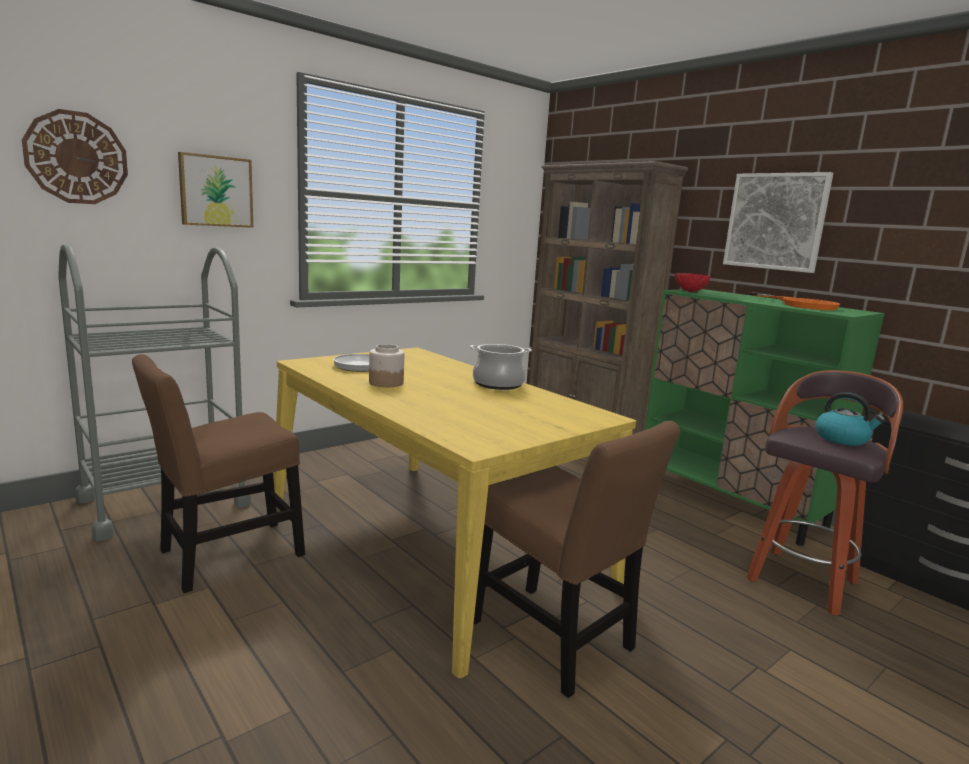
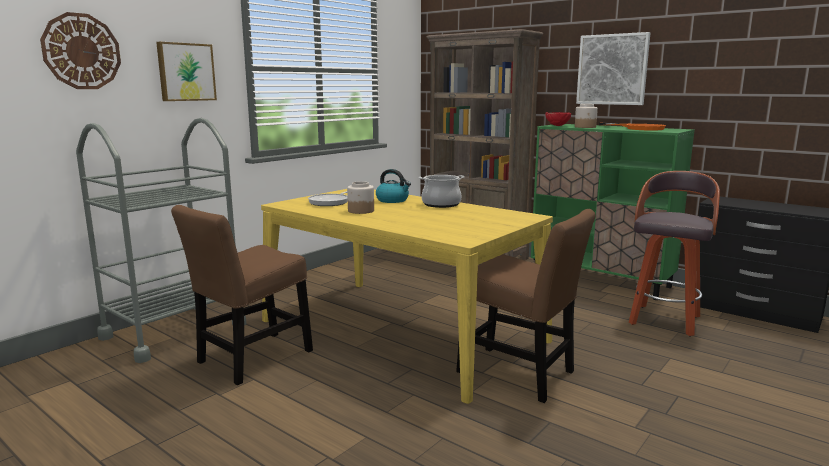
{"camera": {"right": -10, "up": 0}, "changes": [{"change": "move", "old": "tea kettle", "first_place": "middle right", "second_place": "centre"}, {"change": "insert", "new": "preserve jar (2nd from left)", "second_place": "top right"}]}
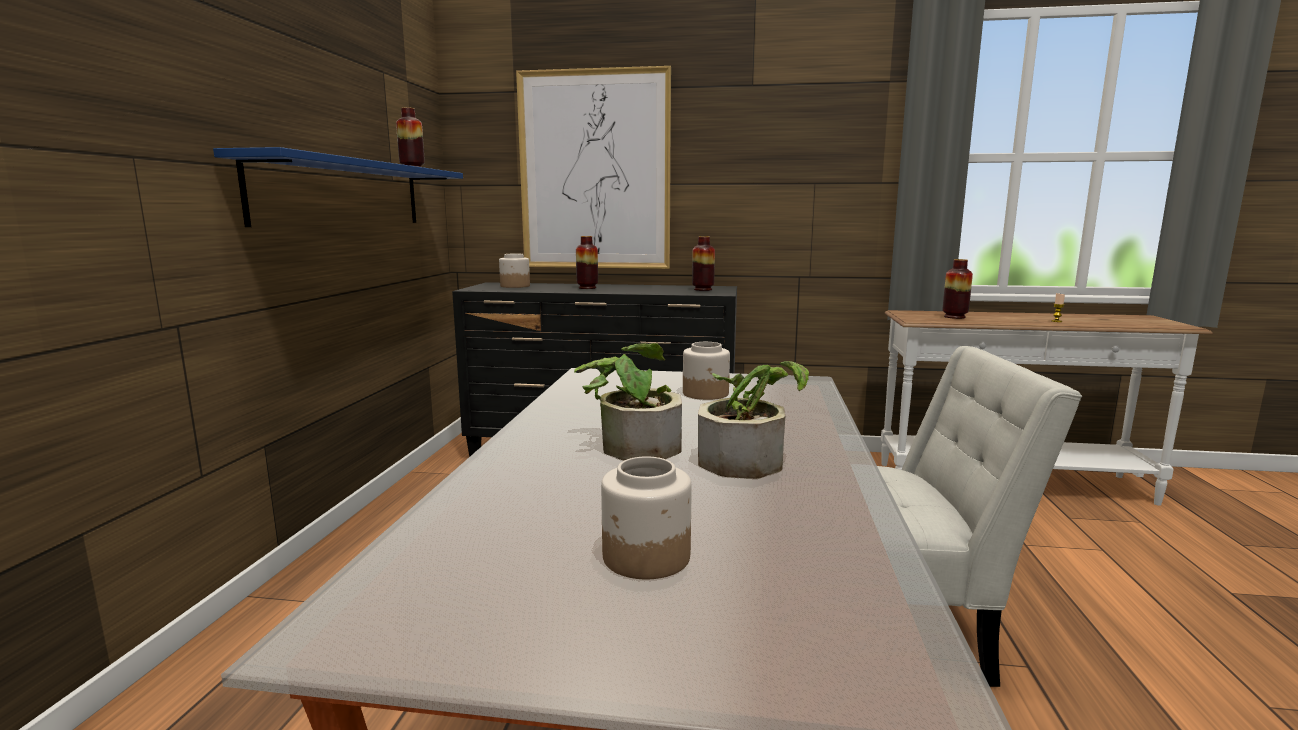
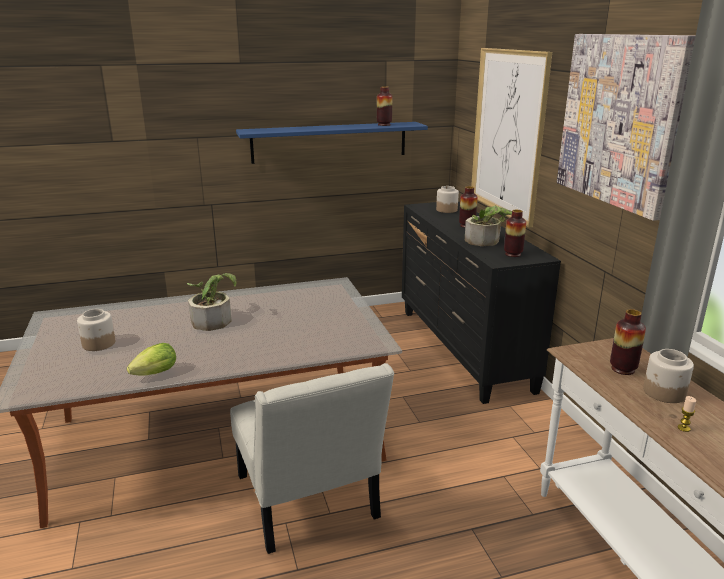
{"camera": {"right": 65, "up": 10}, "changes": [{"change": "move", "old": "preserve jar (3rd from left)", "first_place": "centre", "second_place": "middle right"}, {"change": "move", "old": "plant in a pot (2nd from left)", "first_place": "centre", "second_place": "middle right"}, {"change": "insert", "new": "head of lettuce", "second_place": "middle left"}, {"change": "insert", "new": "picture (2nd from left)", "second_place": "top right"}]}
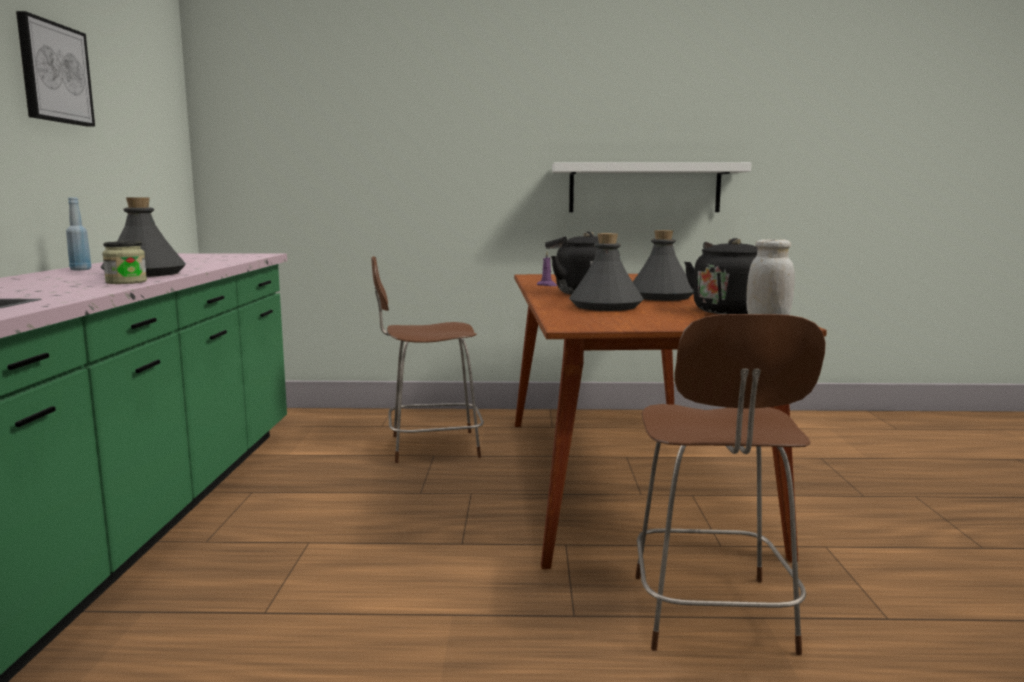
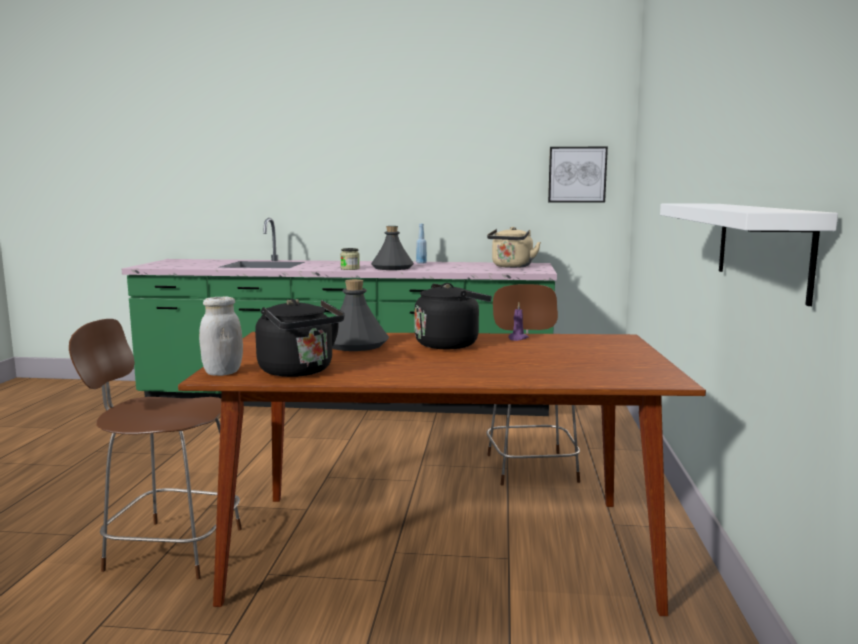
{"camera": {"right": 95, "up": 0}, "changes": [{"change": "move", "old": "picture", "first_place": "top left", "second_place": "top right"}, {"change": "delete", "old": "drink bottle (gray) (3rd from left)", "first_place": "centre"}, {"change": "insert", "new": "tea kettle (beige-coloured)", "second_place": "centre"}]}
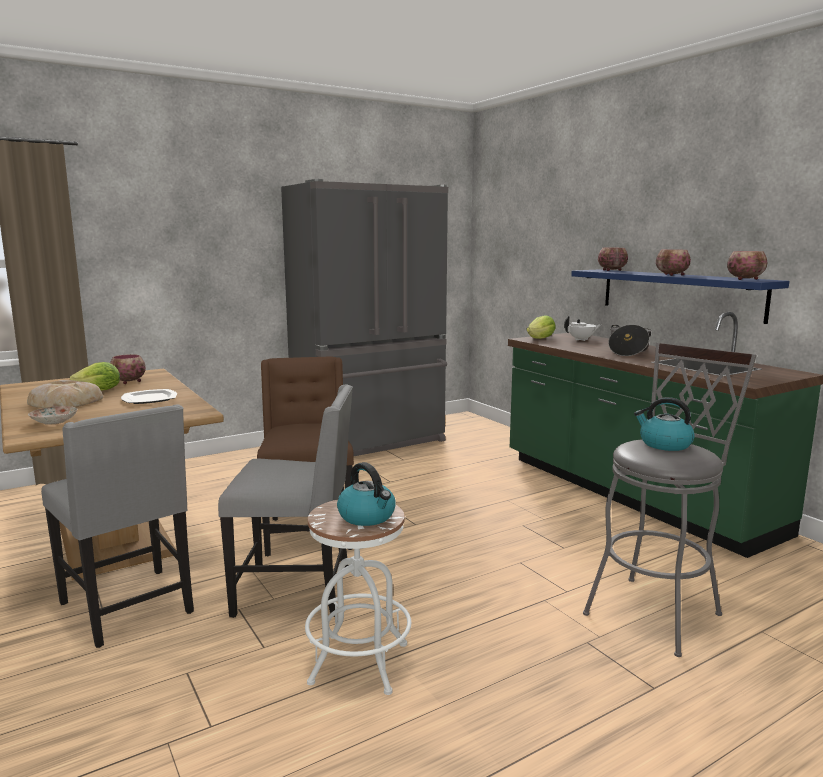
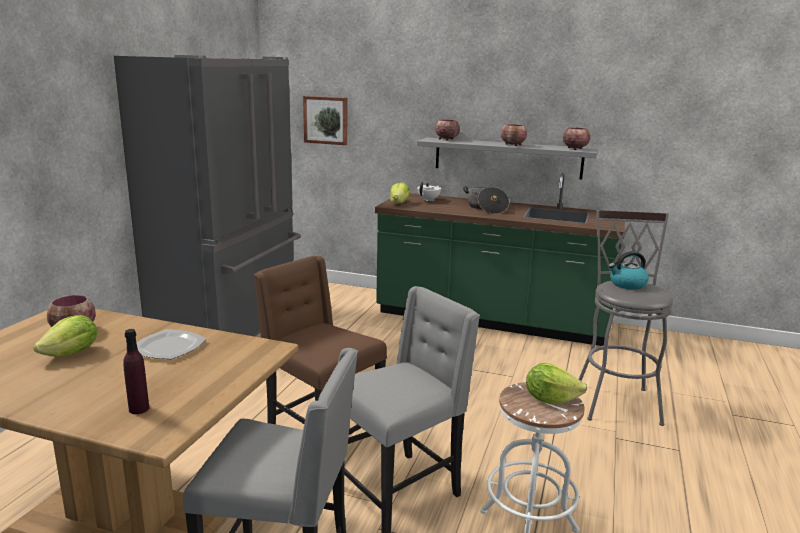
{"camera": {"right": -40, "up": 5}, "changes": [{"change": "delete", "old": "baked bread", "first_place": "middle left"}, {"change": "replace", "old": "dinner plate (1st from left)", "new": "drink bottle (purple-coloured)", "first_place": "middle left", "second_place": "bottom left"}, {"change": "replace", "old": "tea kettle (1st from left)", "new": "head of lettuce (3rd from left)", "first_place": "centre", "second_place": "bottom right"}, {"change": "recolor", "old": "wall shelf (blue)", "new": "wall shelf (gray)", "first_place": "middle right", "second_place": "top centre"}, {"change": "insert", "new": "picture", "second_place": "top centre"}]}
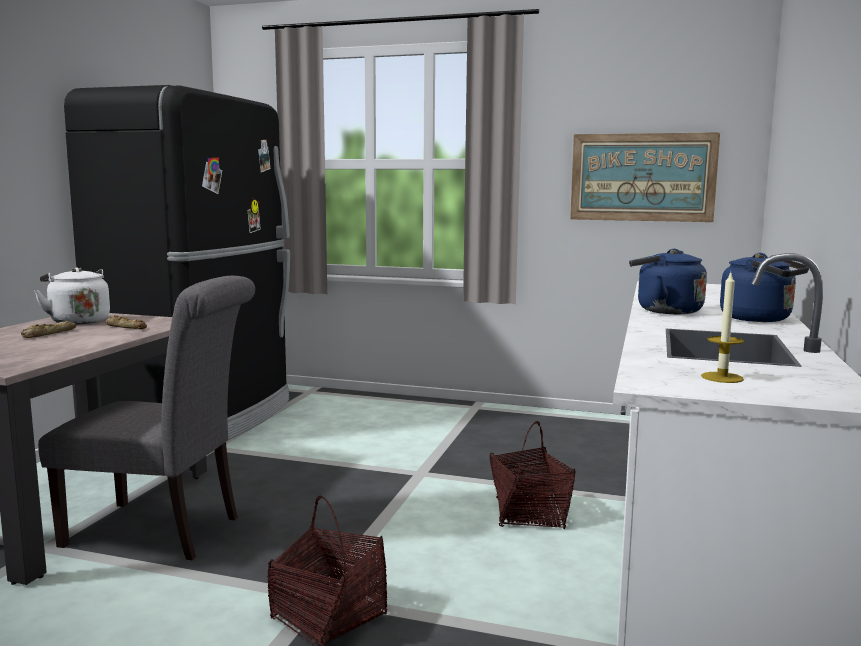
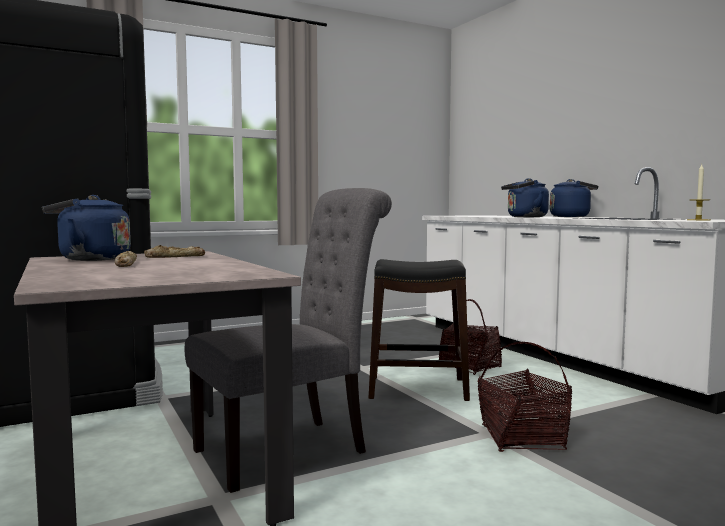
{"camera": {"right": -45, "up": -5}, "changes": [{"change": "recolor", "old": "tea kettle (whitish)", "new": "tea kettle (blue) (1st from left)", "first_place": "middle left", "second_place": "middle left"}, {"change": "delete", "old": "picture", "first_place": "top right"}, {"change": "insert", "new": "stool seat (blackish)", "second_place": "centre"}]}
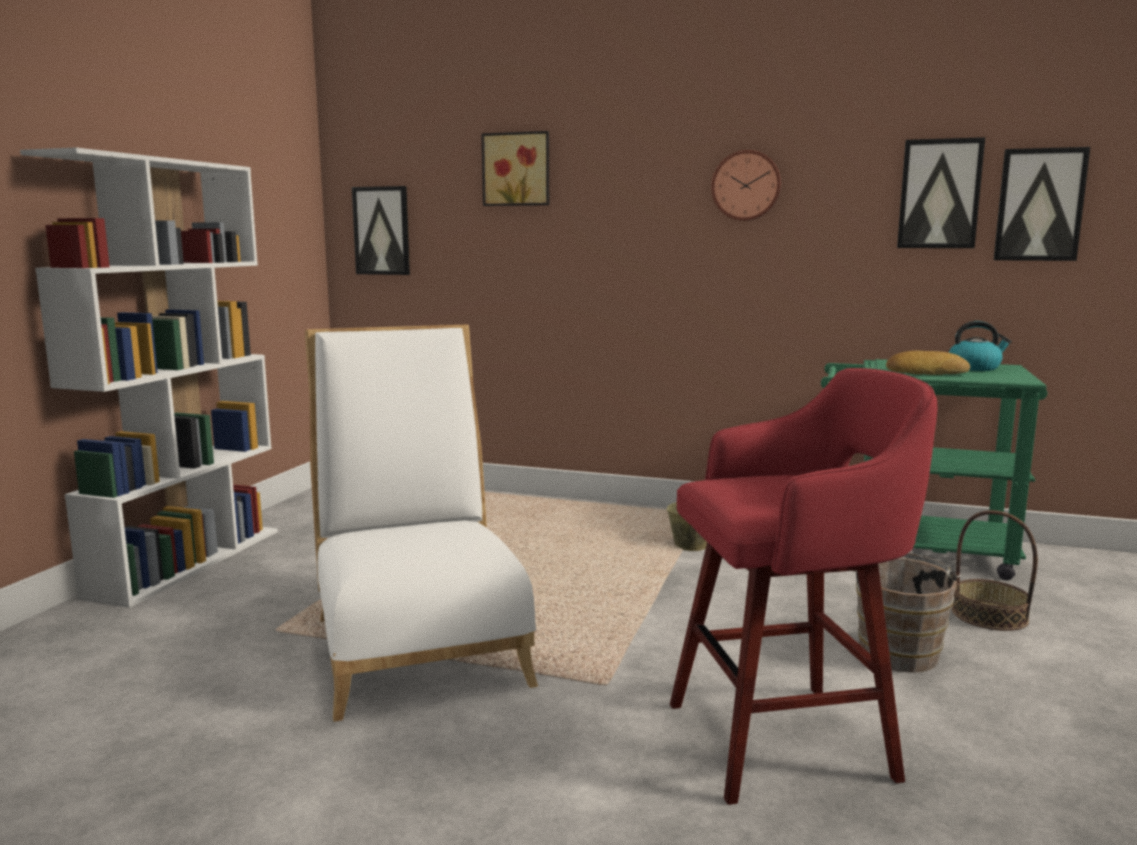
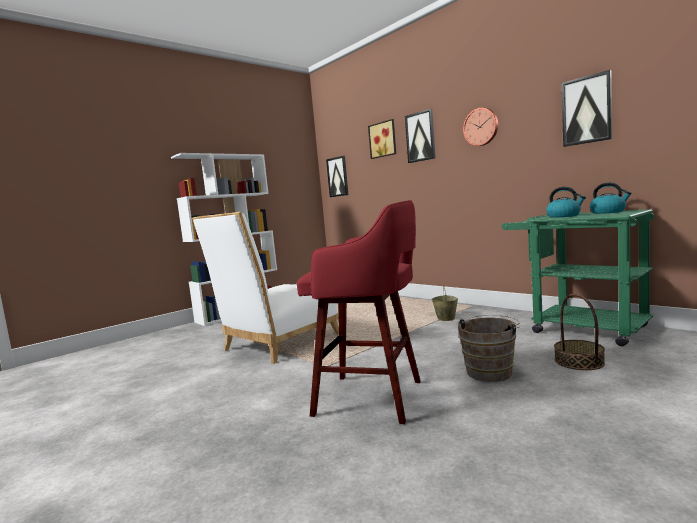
{"camera": {"right": 30, "up": -5}, "changes": [{"change": "rotate", "old": "plain chair (whitish)", "first_place": "centre", "second_place": "centre", "degrees": -150}, {"change": "replace", "old": "baked bread", "new": "tea kettle (1st from left)", "first_place": "middle right", "second_place": "middle right"}, {"change": "move", "old": "picture (4th from left in the first image)", "new": "picture (3rd from left)", "first_place": "top right", "second_place": "top centre"}]}
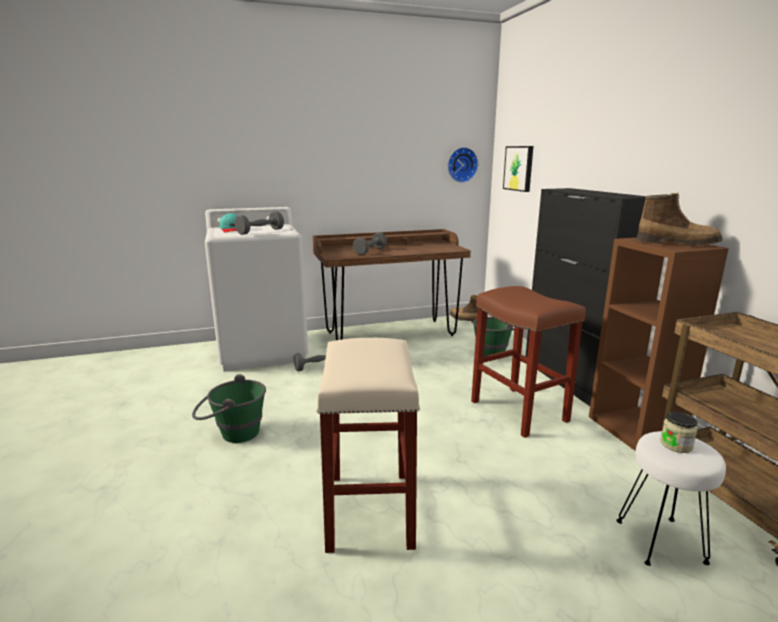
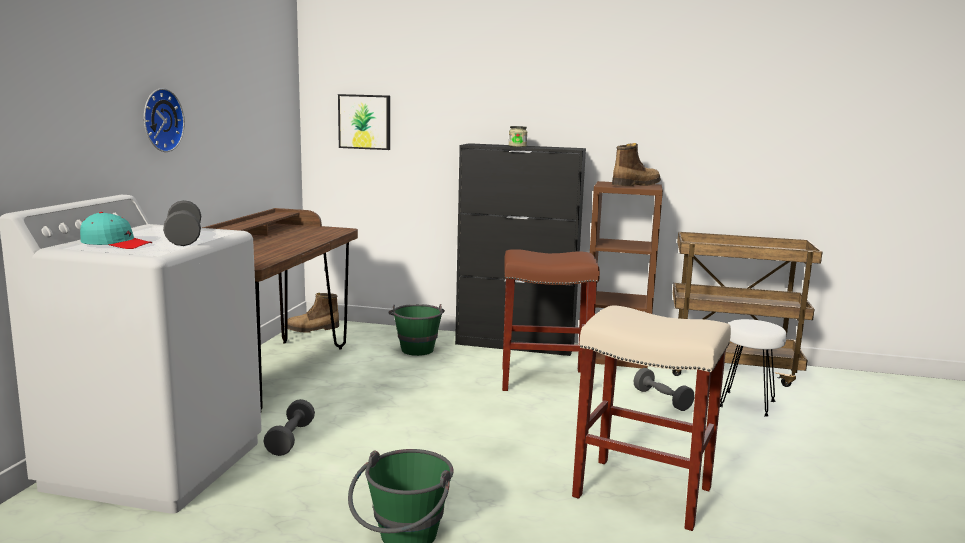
{"camera": {"right": -60, "up": -5}, "changes": [{"change": "move", "old": "dumbbell (gray) (3rd from left)", "first_place": "centre", "second_place": "bottom right"}, {"change": "move", "old": "hanging clock", "first_place": "top centre", "second_place": "top left"}, {"change": "move", "old": "preserve jar", "first_place": "bottom right", "second_place": "top centre"}]}
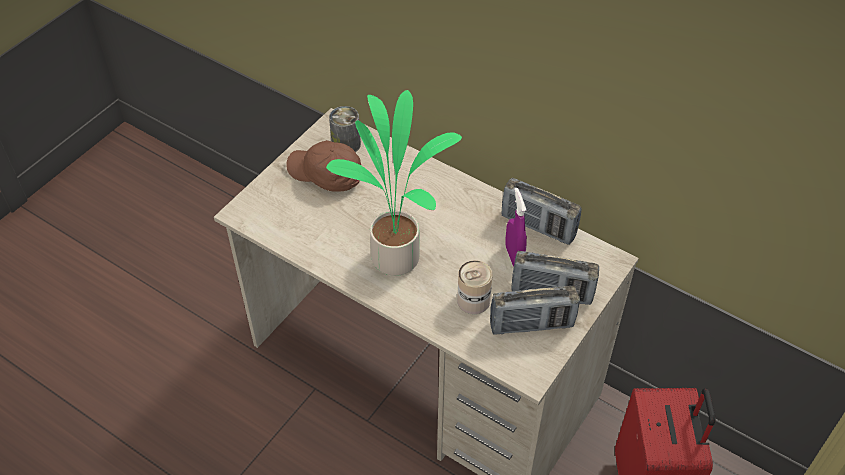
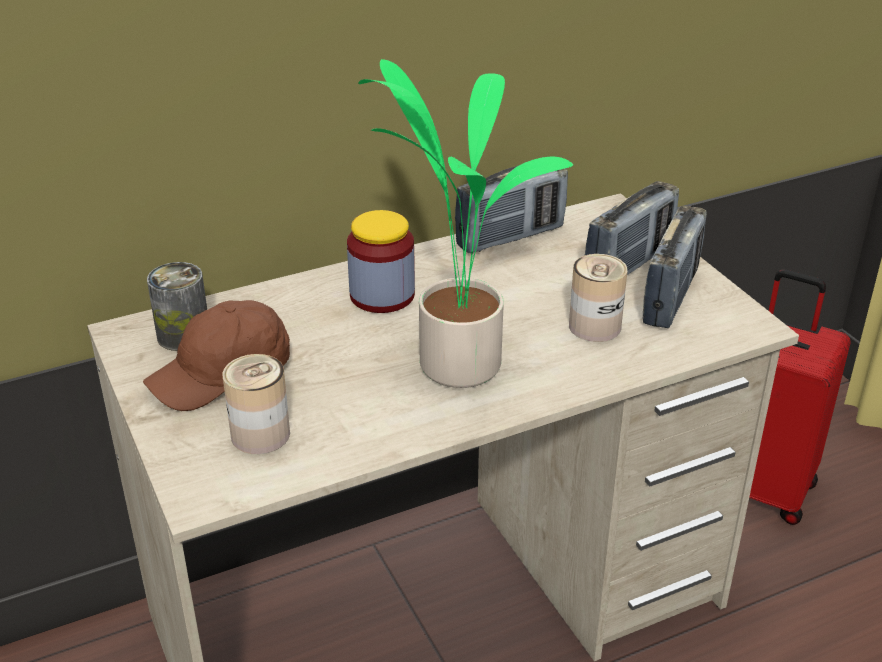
{"camera": {"right": -60, "up": -15}, "changes": [{"change": "delete", "old": "sprayer (purple-coloured)", "first_place": "centre"}, {"change": "insert", "new": "metal can (2nd from left)", "second_place": "middle left"}, {"change": "insert", "new": "preserve jar", "second_place": "centre"}]}
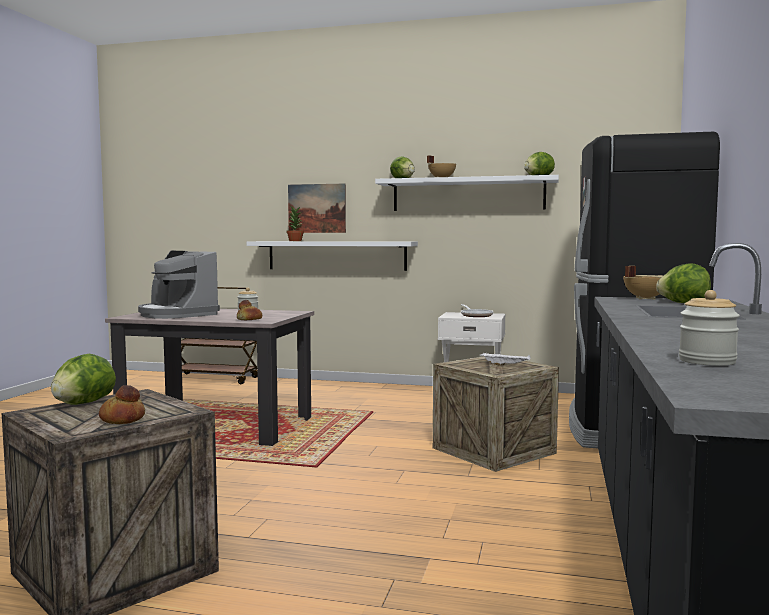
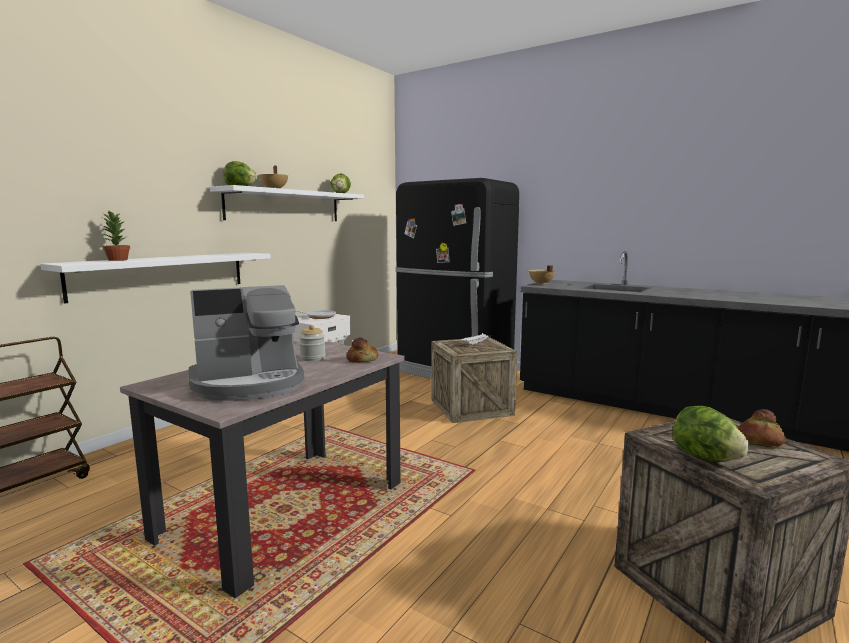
{"camera": {"right": -70, "up": 5}, "changes": [{"change": "delete", "old": "picture", "first_place": "centre"}, {"change": "delete", "old": "head of lettuce (4th from left)", "first_place": "middle right"}, {"change": "delete", "old": "preserve jar (2nd from left)", "first_place": "middle right"}]}
